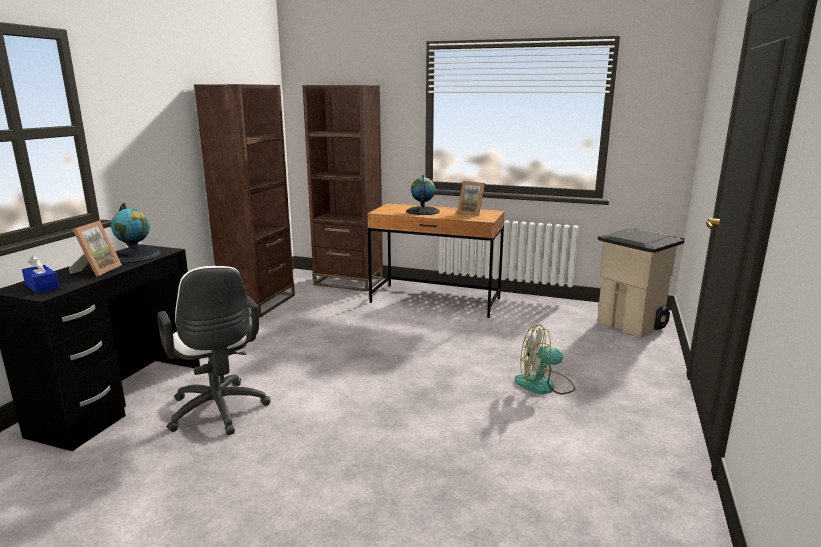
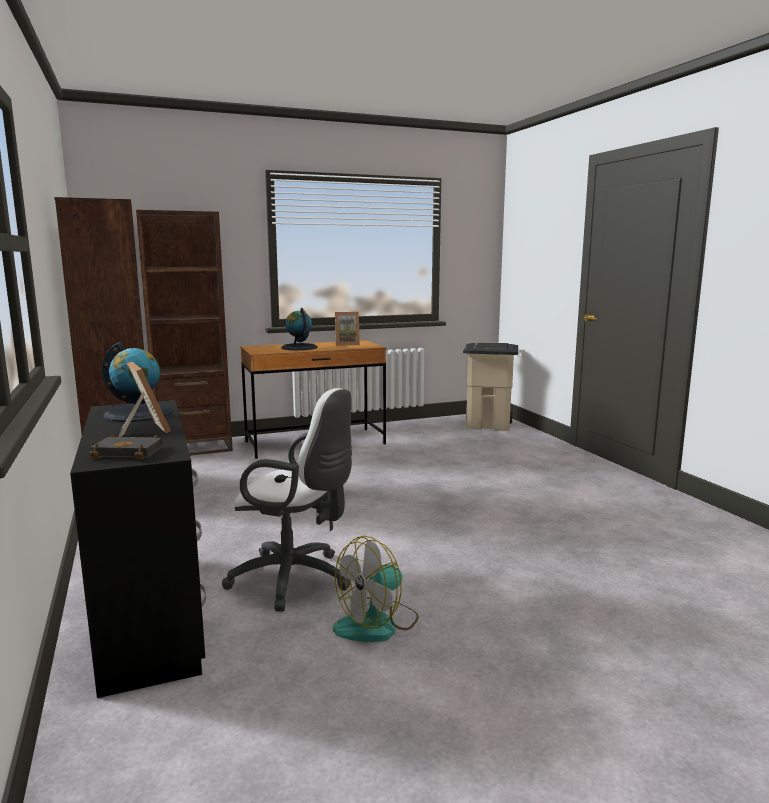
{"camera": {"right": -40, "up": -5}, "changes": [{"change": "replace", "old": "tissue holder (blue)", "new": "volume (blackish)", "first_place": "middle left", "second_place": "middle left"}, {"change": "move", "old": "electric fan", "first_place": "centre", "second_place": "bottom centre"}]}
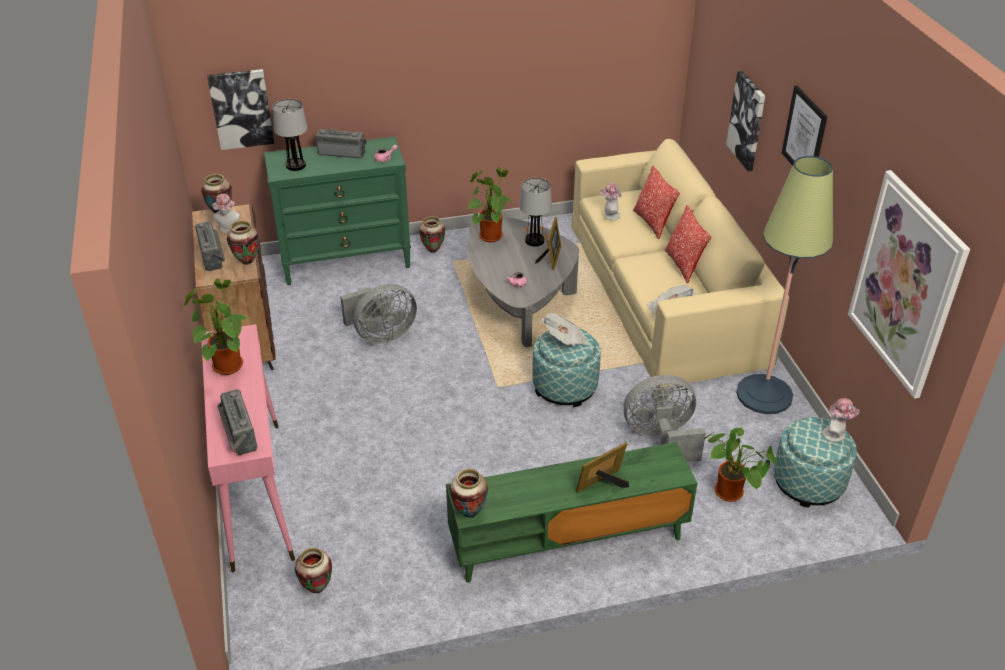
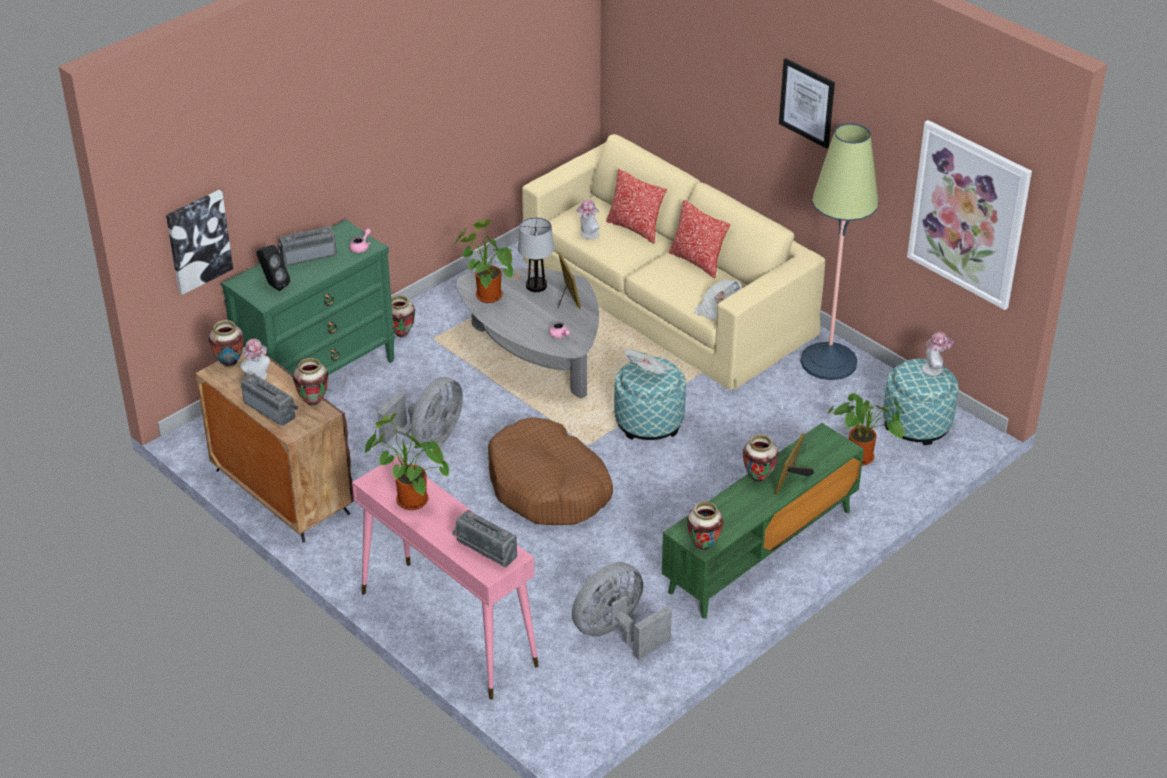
{"camera": {"right": -30, "up": 0}, "changes": [{"change": "replace", "old": "lamp for a table (1st from left)", "new": "audio speaker (blackish)", "first_place": "top left", "second_place": "middle left"}, {"change": "move", "old": "vase (3rd from left in the first image)", "new": "vase (5th from left)", "first_place": "bottom left", "second_place": "centre"}, {"change": "move", "old": "electric fan (gray) (2nd from left)", "first_place": "centre", "second_place": "bottom centre"}, {"change": "delete", "old": "picture (2nd from left)", "first_place": "top right"}, {"change": "insert", "new": "dog cushion (brownish)", "second_place": "centre"}]}
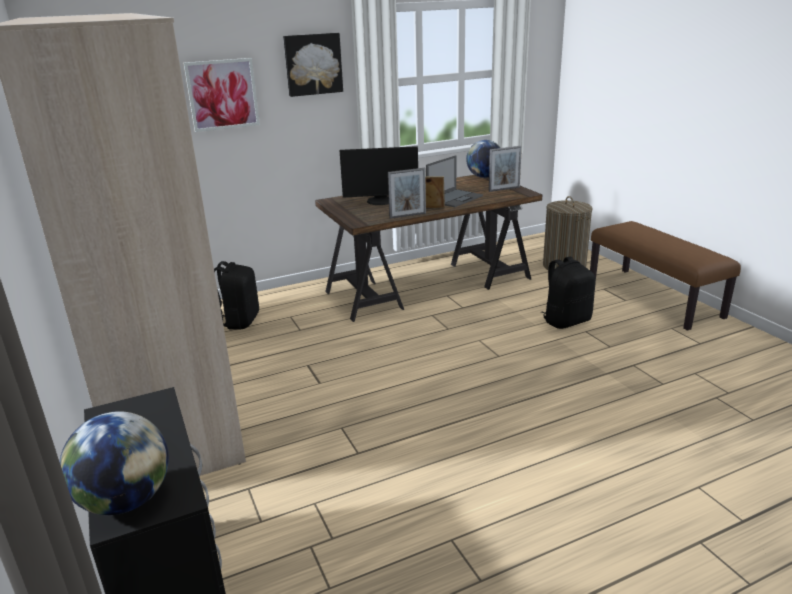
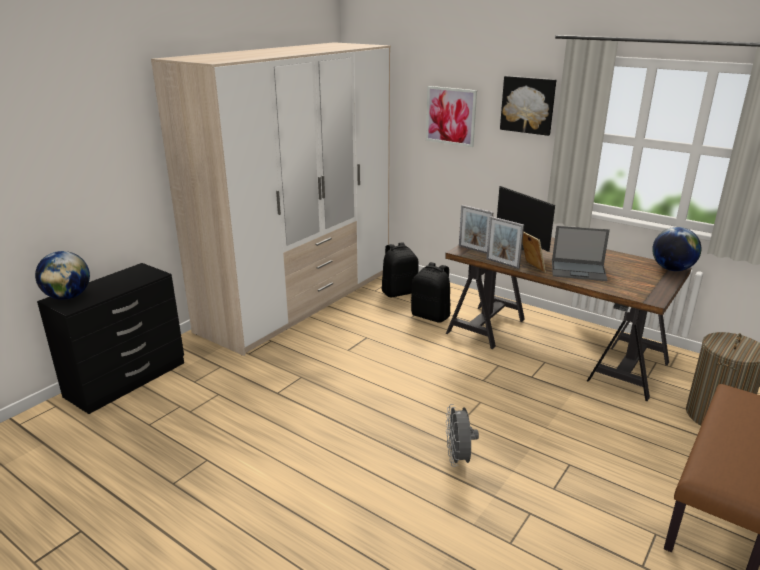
{"camera": {"right": 60, "up": 0}, "changes": [{"change": "move", "old": "standing frame (3rd from left in the first image)", "new": "standing frame (1st from left)", "first_place": "top centre", "second_place": "centre"}, {"change": "move", "old": "backpack (blackish) (2nd from left)", "first_place": "middle right", "second_place": "centre"}, {"change": "insert", "new": "electric fan (gray)", "second_place": "bottom centre"}]}
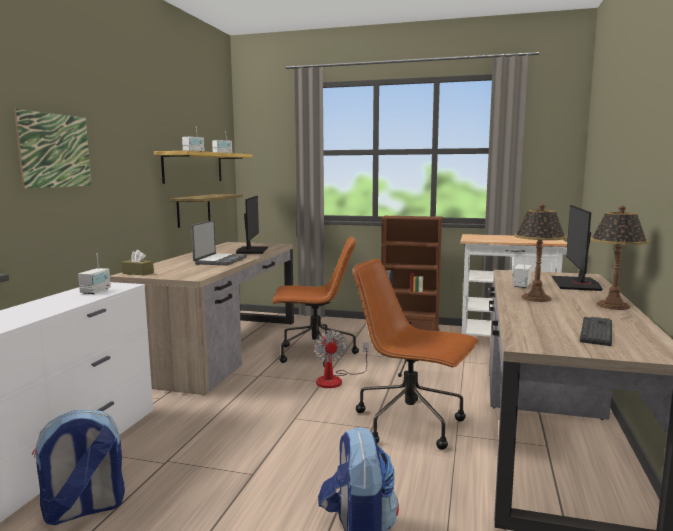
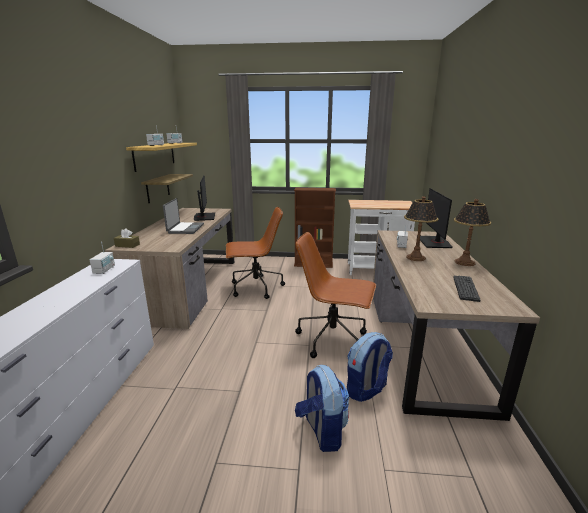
{"camera": {"right": -10, "up": 10}, "changes": [{"change": "delete", "old": "picture", "first_place": "top left"}, {"change": "move", "old": "backpack (1st from left in the first image)", "new": "backpack (2nd from left)", "first_place": "bottom left", "second_place": "bottom centre"}, {"change": "delete", "old": "electric fan", "first_place": "bottom centre"}]}
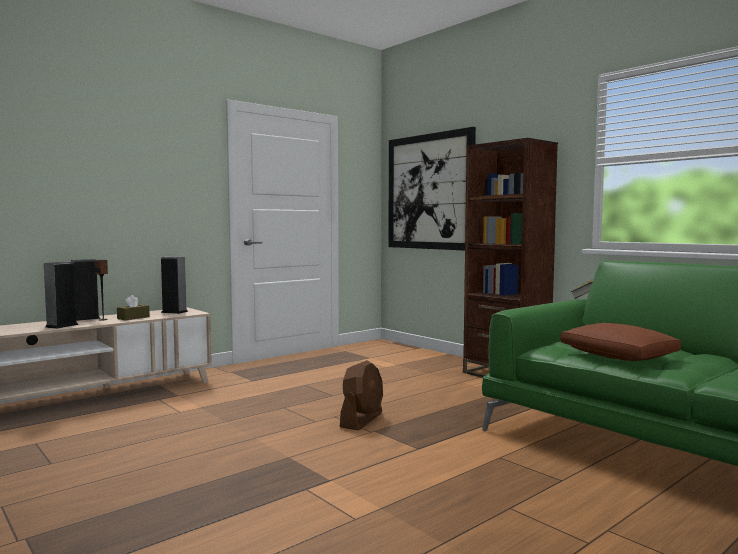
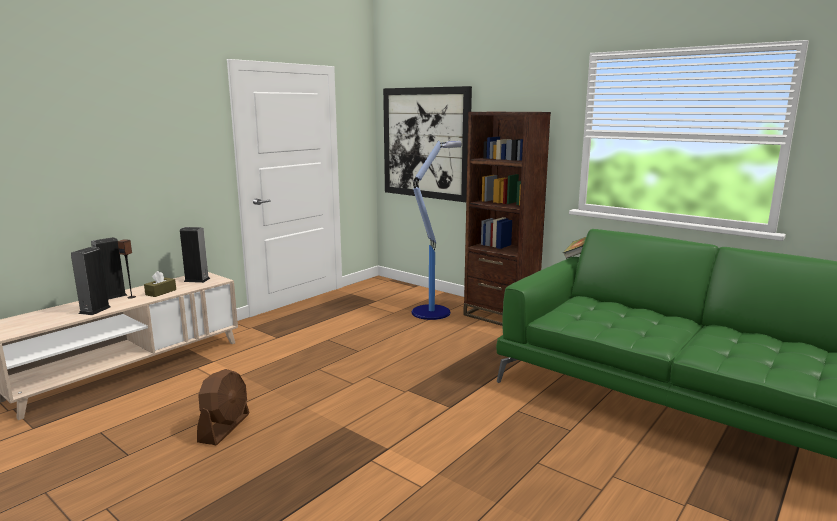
{"camera": {"right": -10, "up": 10}, "changes": [{"change": "move", "old": "electric fan (brownish)", "first_place": "bottom centre", "second_place": "bottom left"}, {"change": "delete", "old": "throw pillow (brownish)", "first_place": "middle right"}, {"change": "insert", "new": "floor lamp", "second_place": "centre"}]}
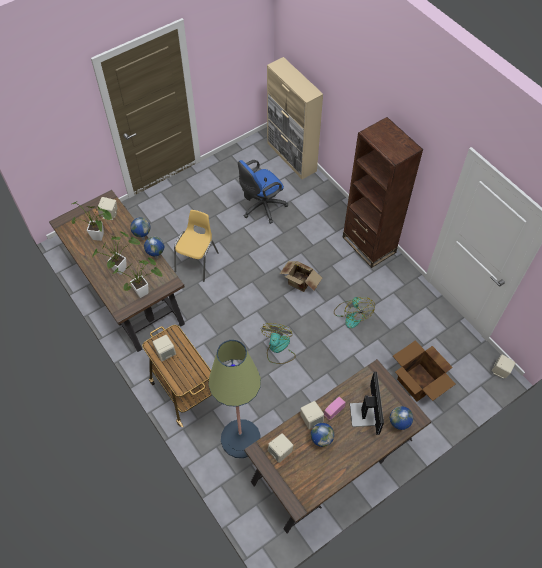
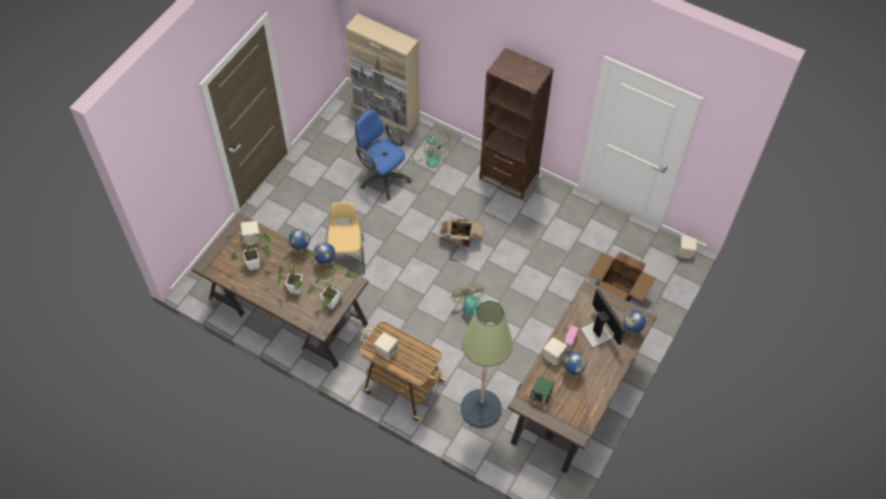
{"camera": {"right": -25, "up": 0}, "changes": [{"change": "rotate", "old": "office chair (blue)", "first_place": "centre", "second_place": "top centre", "degrees": 105}, {"change": "recolor", "old": "audio speaker (beige-coloured) (3rd from left)", "new": "audio speaker (green)", "first_place": "bottom centre", "second_place": "bottom centre"}, {"change": "move", "old": "electric fan (2nd from left in the first image)", "new": "electric fan (1st from left)", "first_place": "centre", "second_place": "top centre"}]}
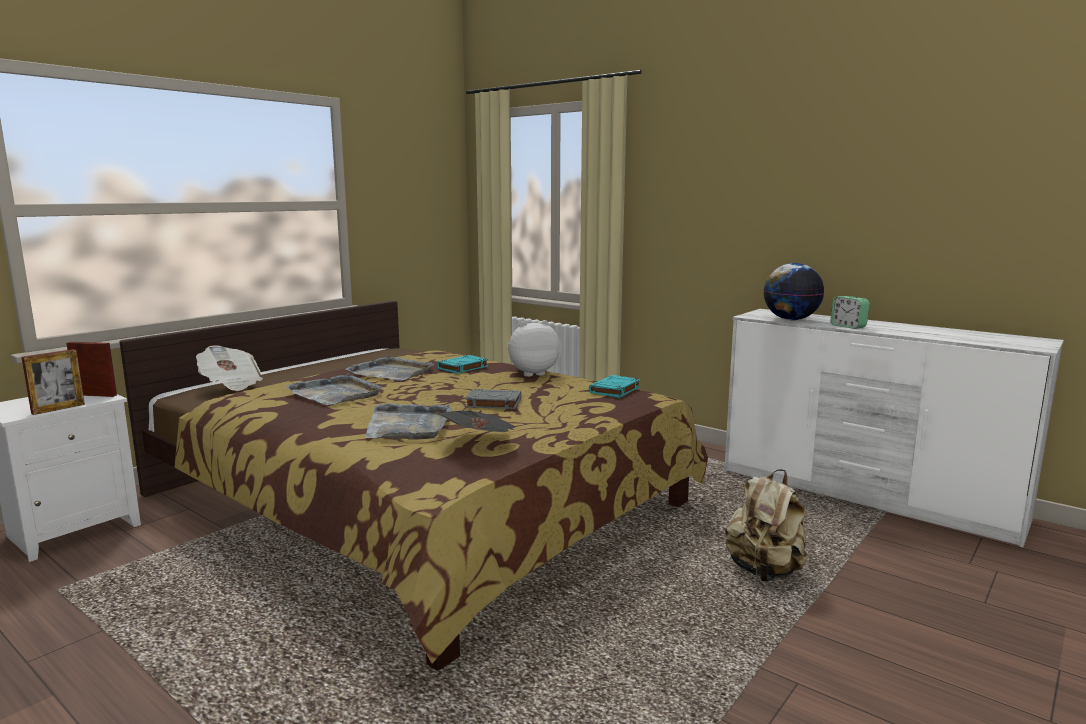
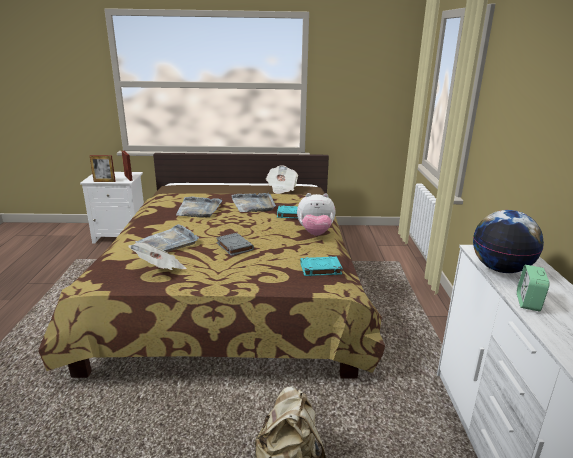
{"camera": {"right": 50, "up": 10}, "changes": [{"change": "move", "old": "daily paper (1st from left in the first image)", "new": "daily paper (2nd from left)", "first_place": "middle left", "second_place": "centre"}, {"change": "rotate", "old": "cuddly toy", "first_place": "centre", "second_place": "centre", "degrees": 150}]}
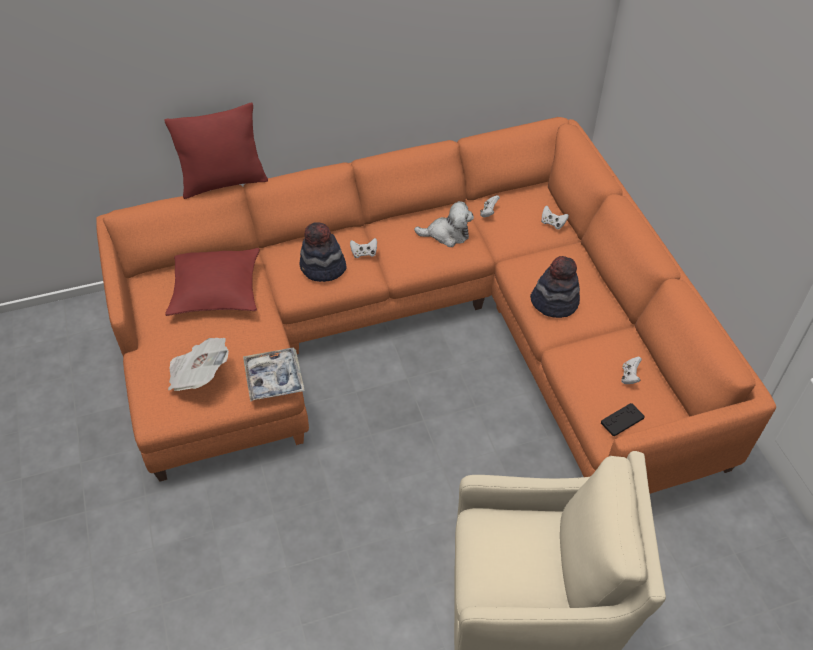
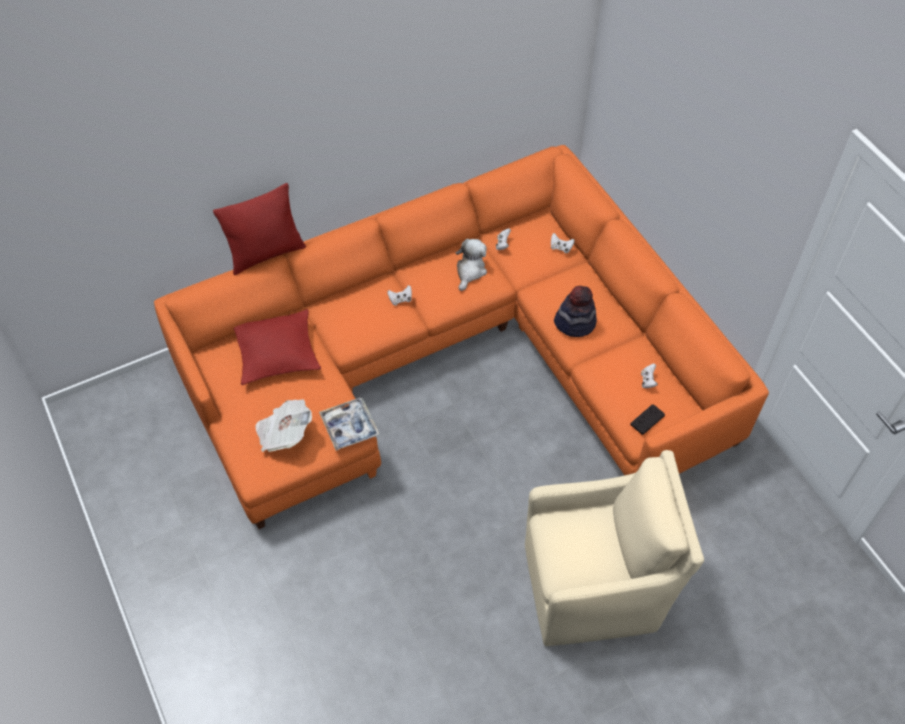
{"camera": {"right": -10, "up": 5}, "changes": [{"change": "delete", "old": "hat (1st from left)", "first_place": "centre"}, {"change": "rotate", "old": "cuddly toy", "first_place": "centre", "second_place": "centre", "degrees": -60}]}
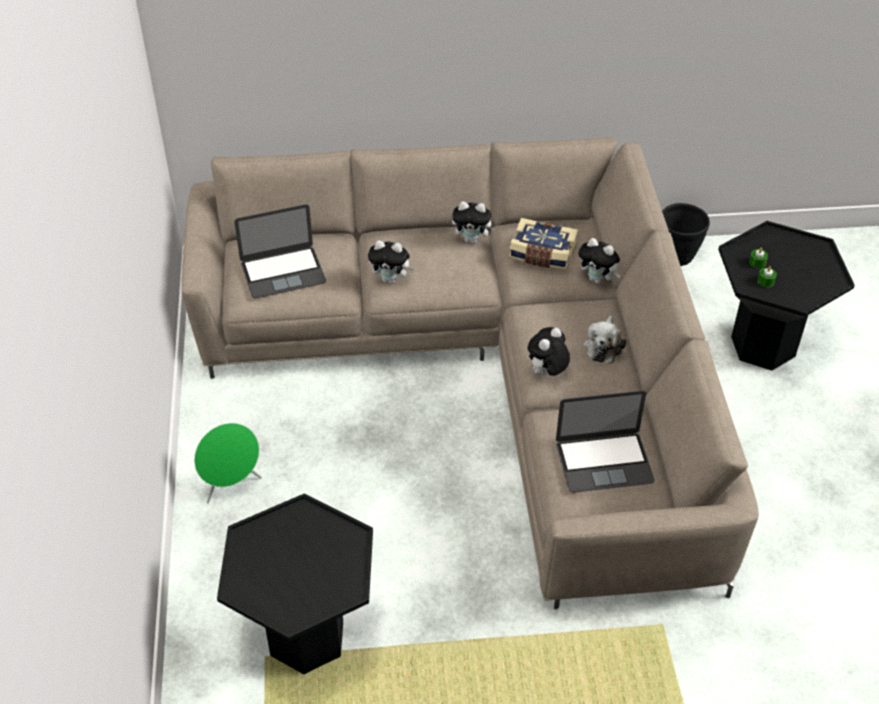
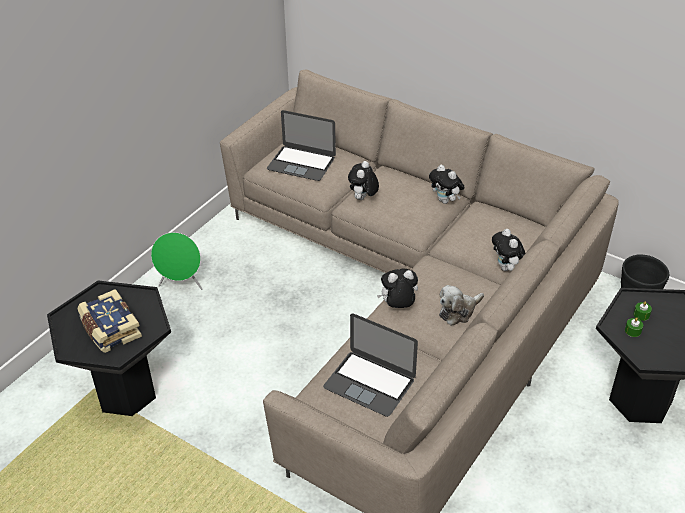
{"camera": {"right": 40, "up": -5}, "changes": [{"change": "rotate", "old": "cuddly toy (1st from left)", "first_place": "centre", "second_place": "centre", "degrees": 60}, {"change": "move", "old": "volume", "first_place": "centre", "second_place": "middle left"}]}
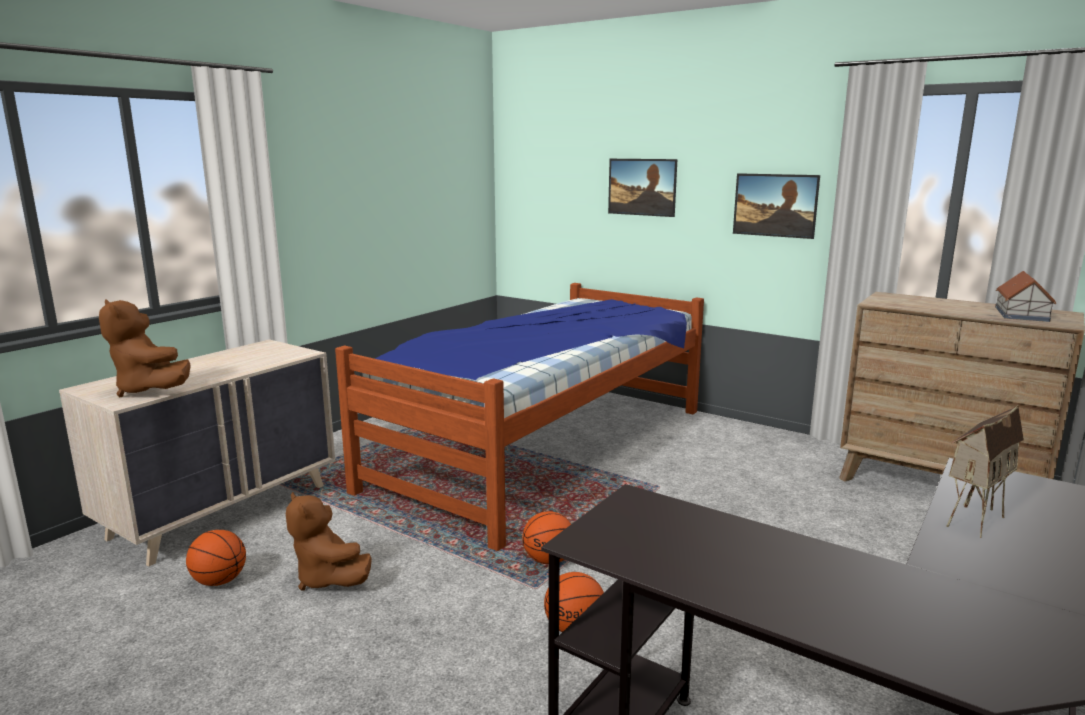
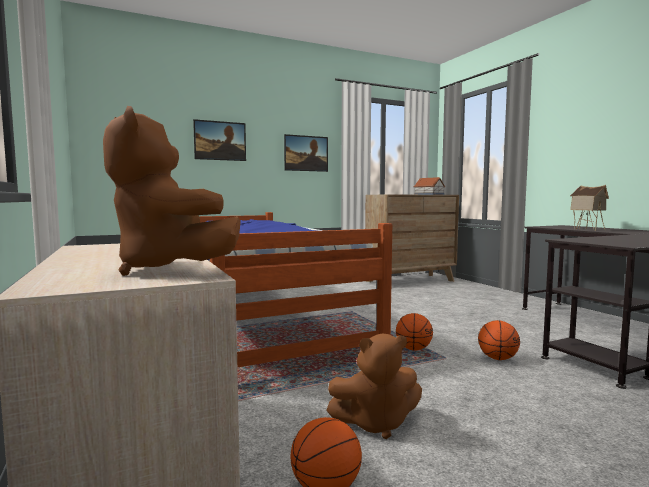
{"camera": {"right": -60, "up": -10}, "changes": [{"change": "rotate", "old": "cuddly toy (brownish) (1st from left)", "first_place": "middle left", "second_place": "middle left", "degrees": 60}]}
